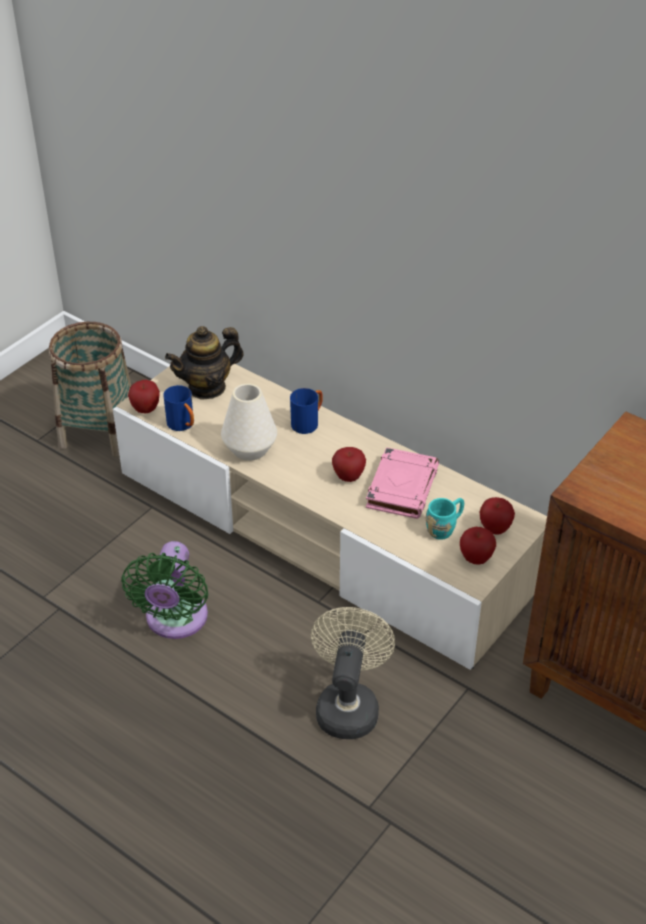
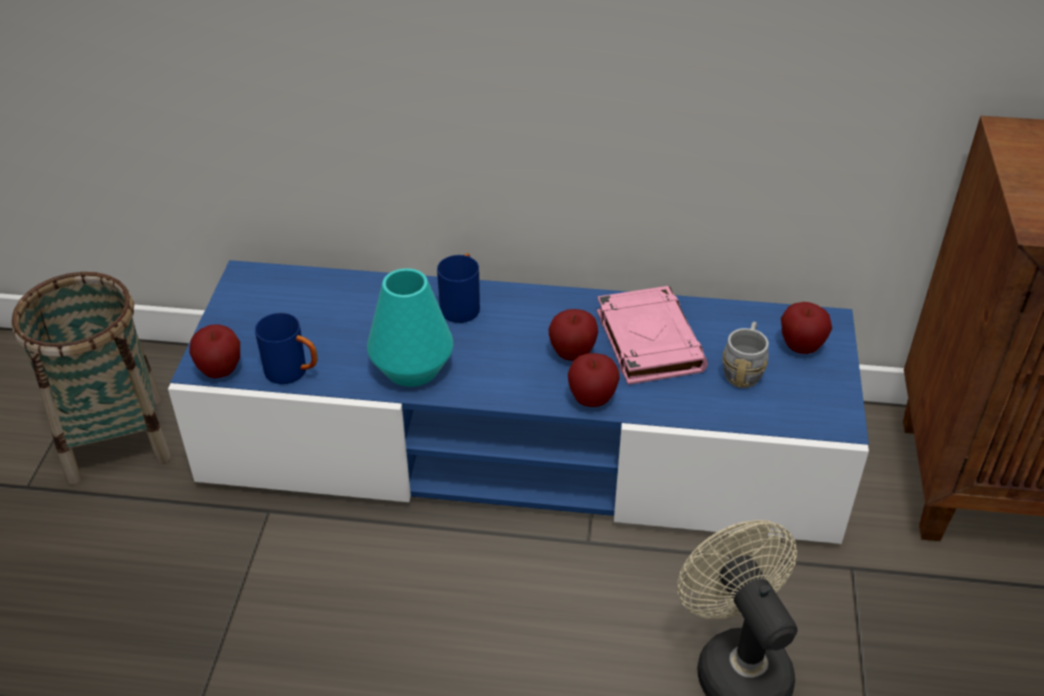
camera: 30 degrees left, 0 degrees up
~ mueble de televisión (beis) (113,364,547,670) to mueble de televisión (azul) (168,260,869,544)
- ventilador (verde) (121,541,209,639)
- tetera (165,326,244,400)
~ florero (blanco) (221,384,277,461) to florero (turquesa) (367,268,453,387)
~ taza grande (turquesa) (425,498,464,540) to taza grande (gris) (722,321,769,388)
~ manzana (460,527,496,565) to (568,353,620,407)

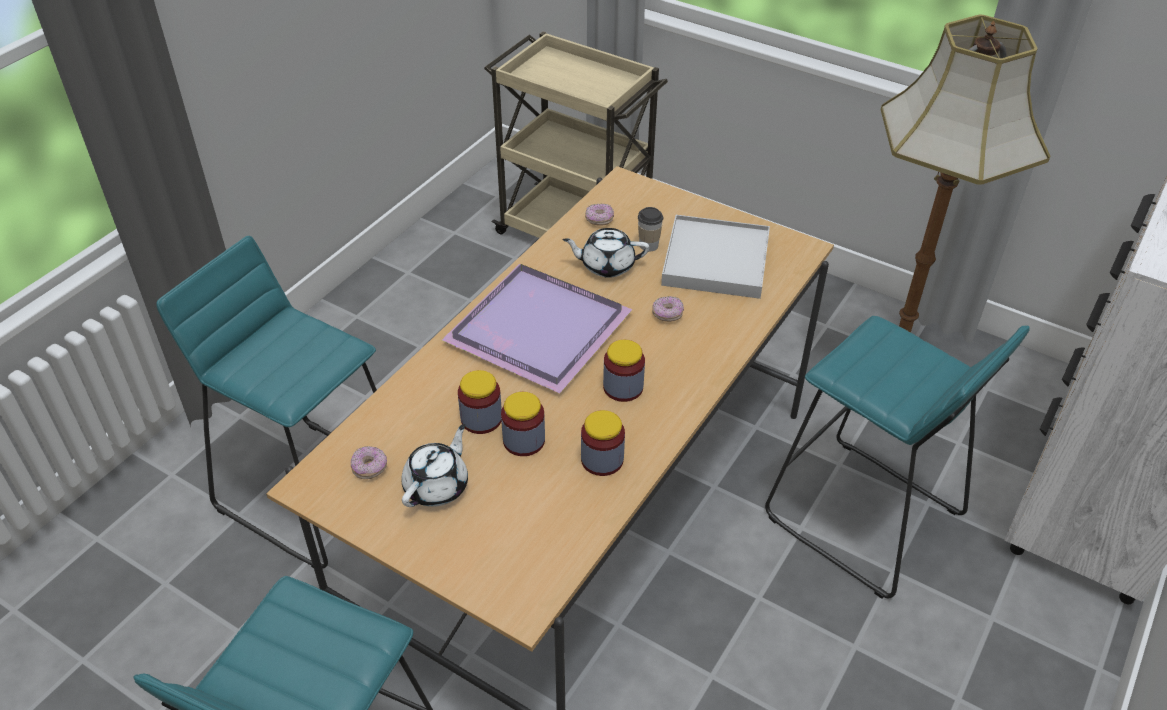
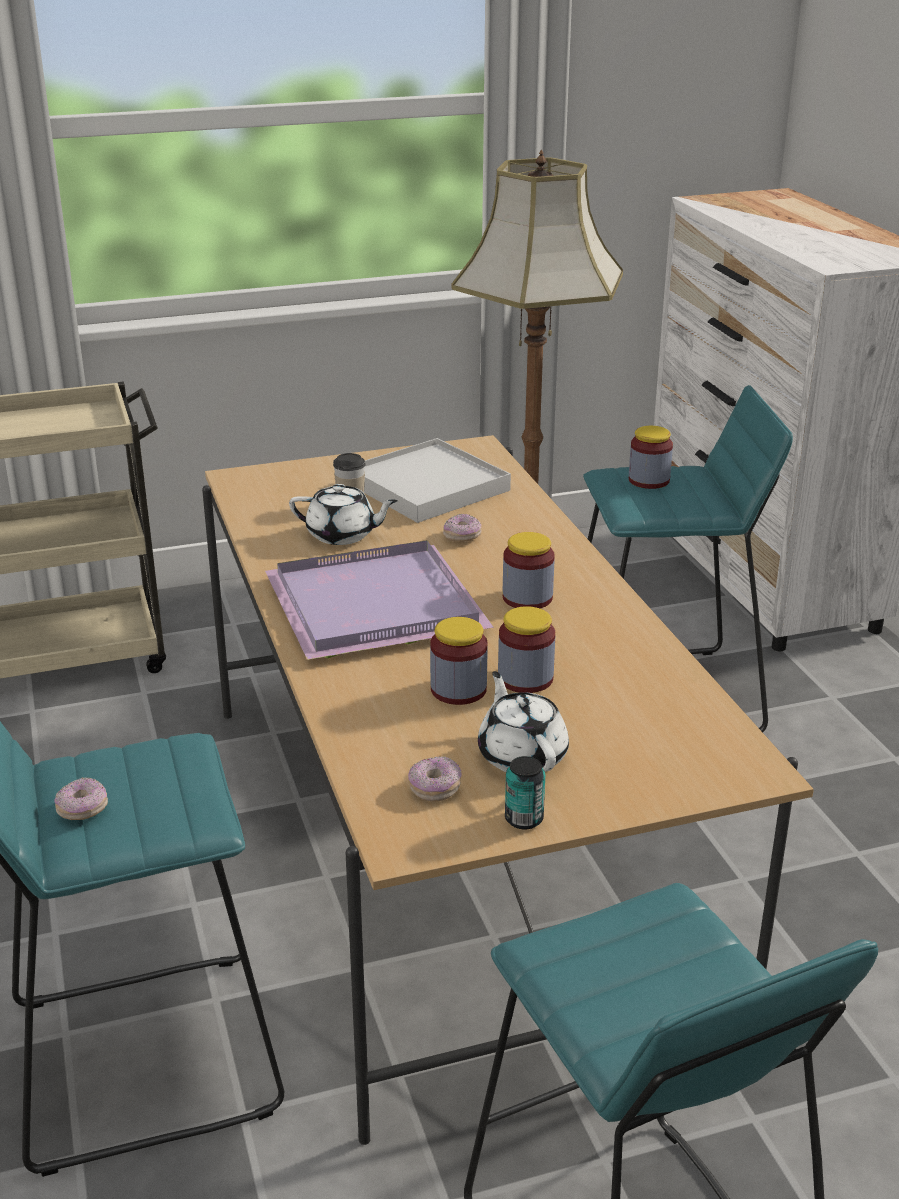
camera: 50 degrees left, 15 degrees down
~ tetera (blanco) (563,228,649,278) = (289,484,398,545) 120 degrees counterclockwise
~ tarro (581,410,625,476) to (629,426,673,489)
~ rosquilla (585,204,614,226) to (54,777,108,820)
+ lata (505,756,545,830)

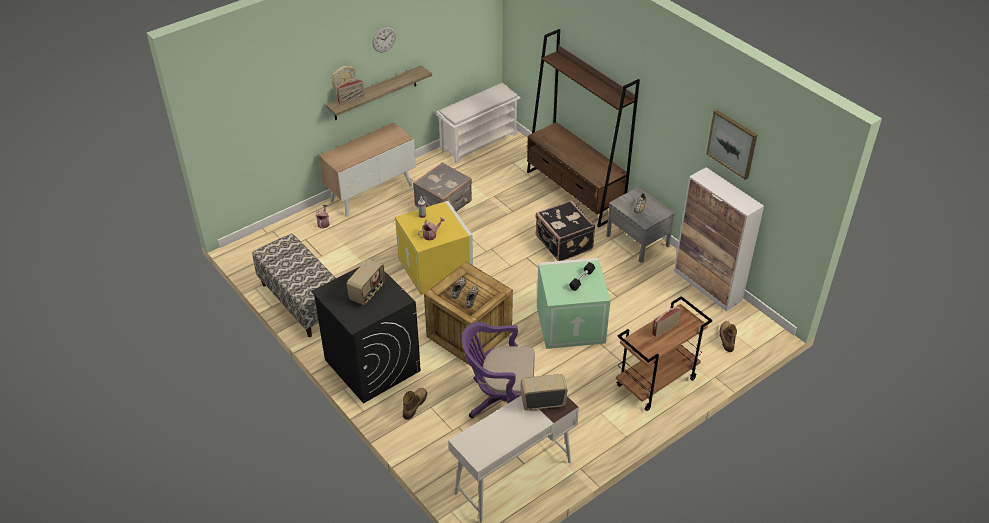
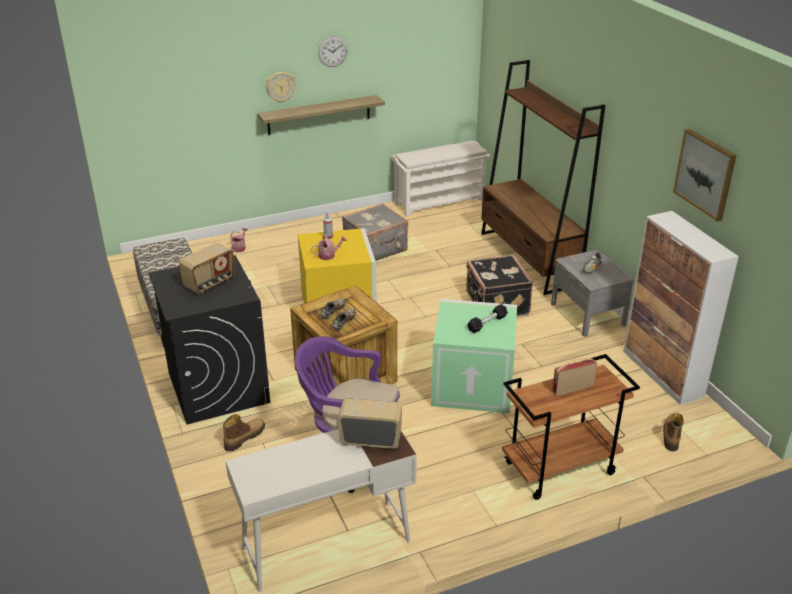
camera: 15 degrees right, 10 degrees down
- armario (319,122,416,217)
- radio (337,79,365,105)

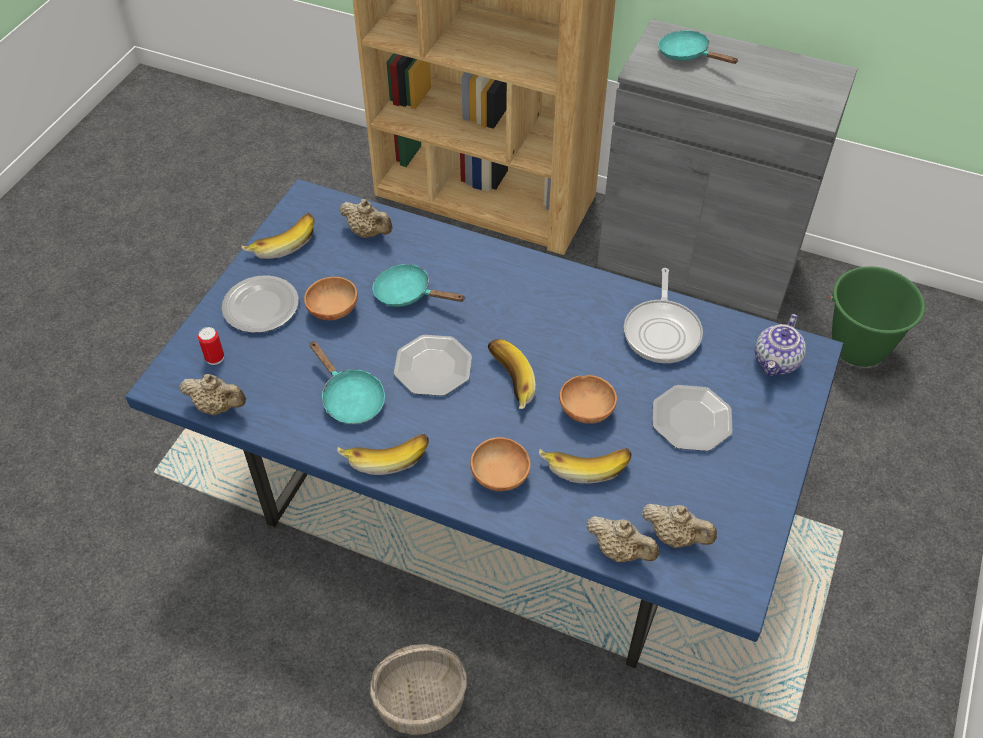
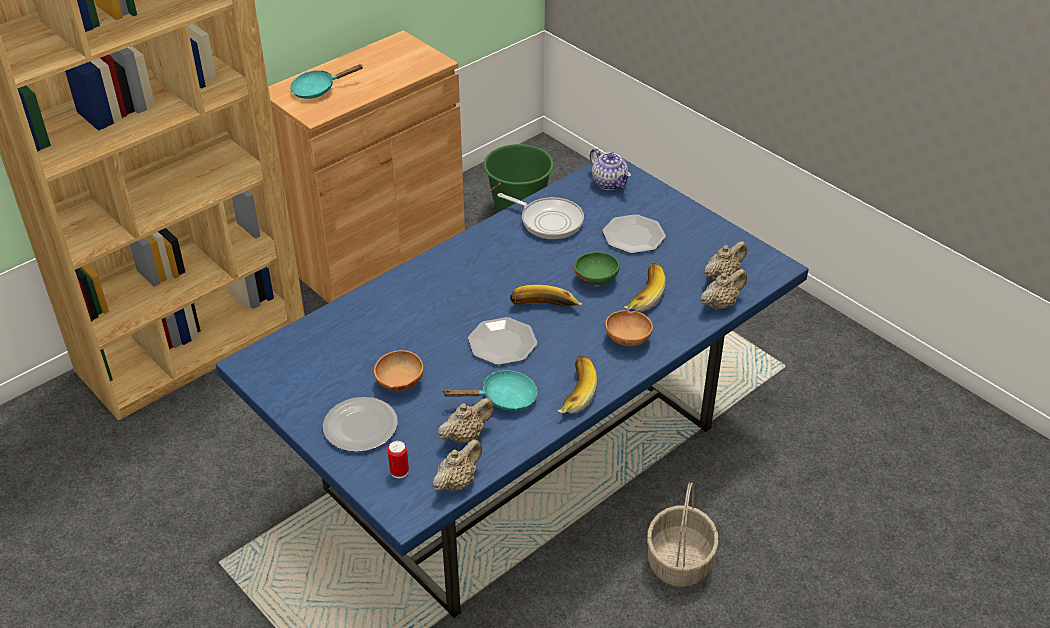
camera: 65 degrees left, 10 degrees down
- plátano (241,213,315,259)
~ tetera (beis) (339,199,393,238) to (438,398,494,444)
- sartén (turquesa) (373,264,465,307)
~ cuenco (marrón) (559,375,617,424) to cuenco (verde) (574,252,620,286)
~ armario (gris) (597,19,858,320) to armario (marrón) (268,30,465,303)

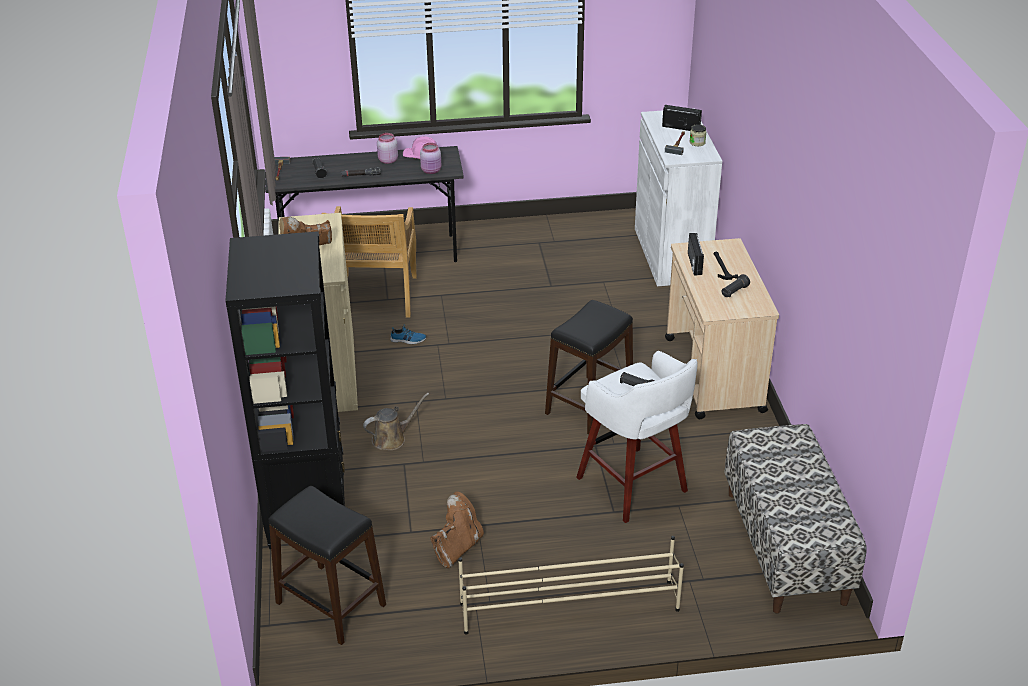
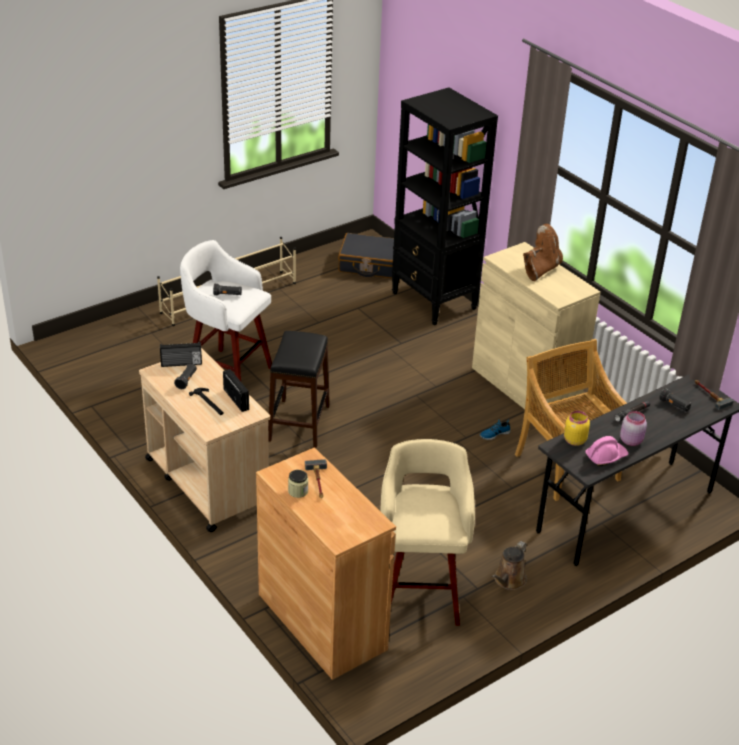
camera: 150 degrees right, 0 degrees up
~ taburete (negro) (269,486,386,645) to maleta (negro) (338,233,394,278)
~ regadera (marrón) (363,393,429,450) to (491,541,527,590)
~ tarro (rosa) (420,143,442,174) to tarro (amarillo) (564,411,590,446)
- bota (marrón) (430,492,484,568)
~ armario (blanco) (635,108,722,286) to armario (marrón) (256,447,396,680)
~ radio (662,105,702,131) to (160,342,202,367)
- banco (724,424,867,613)
+ taburete (beis) (380,439,475,626)

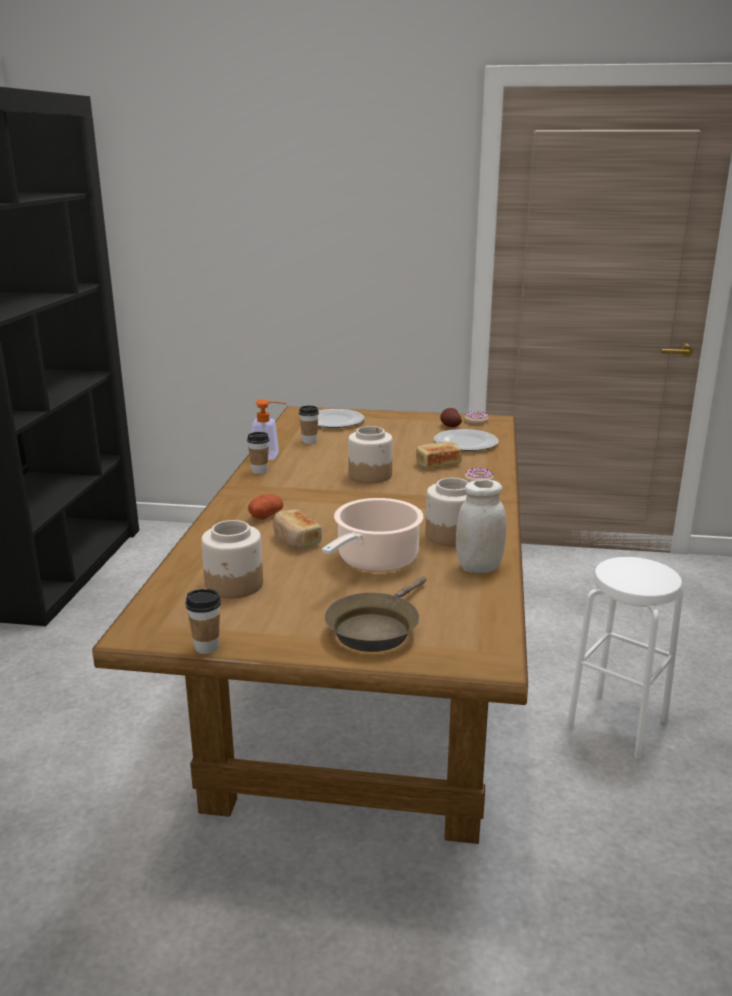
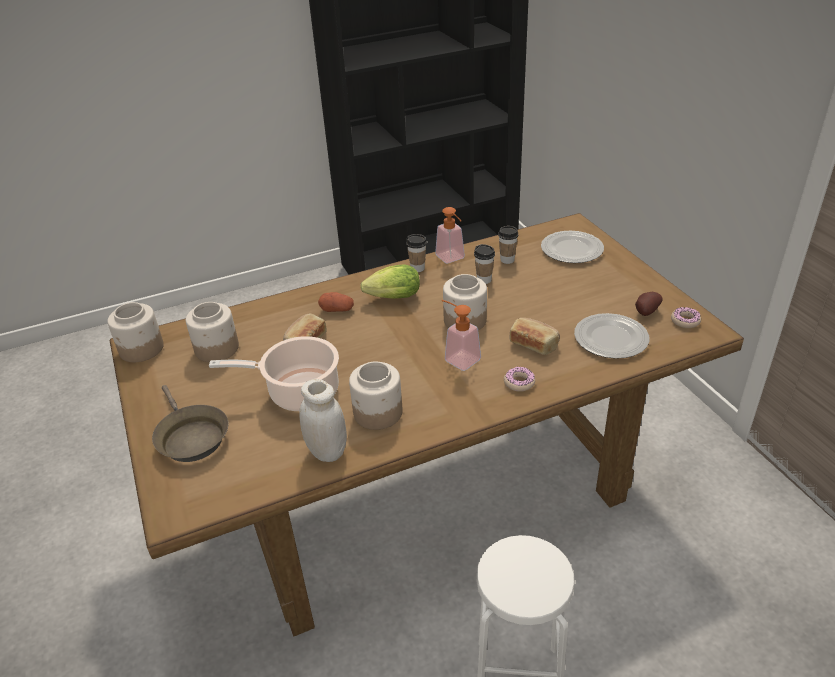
camera: 60 degrees right, 15 degrees up
~ taza (186,589,221,654) to (474,244,495,284)
~ sartén (marrón) (325,576,427,652) = (152,385,229,462) 120 degrees counterclockwise
+ tarro (107,302,164,362)
+ lechuga (360,265,420,299)
+ dispensador de jabón (442,300,481,371)

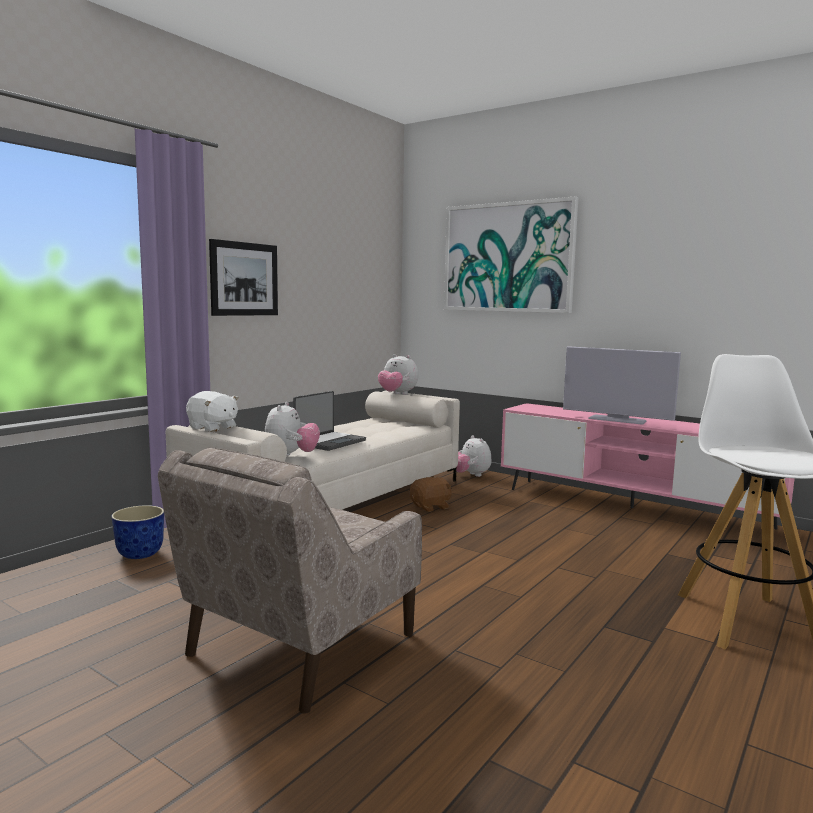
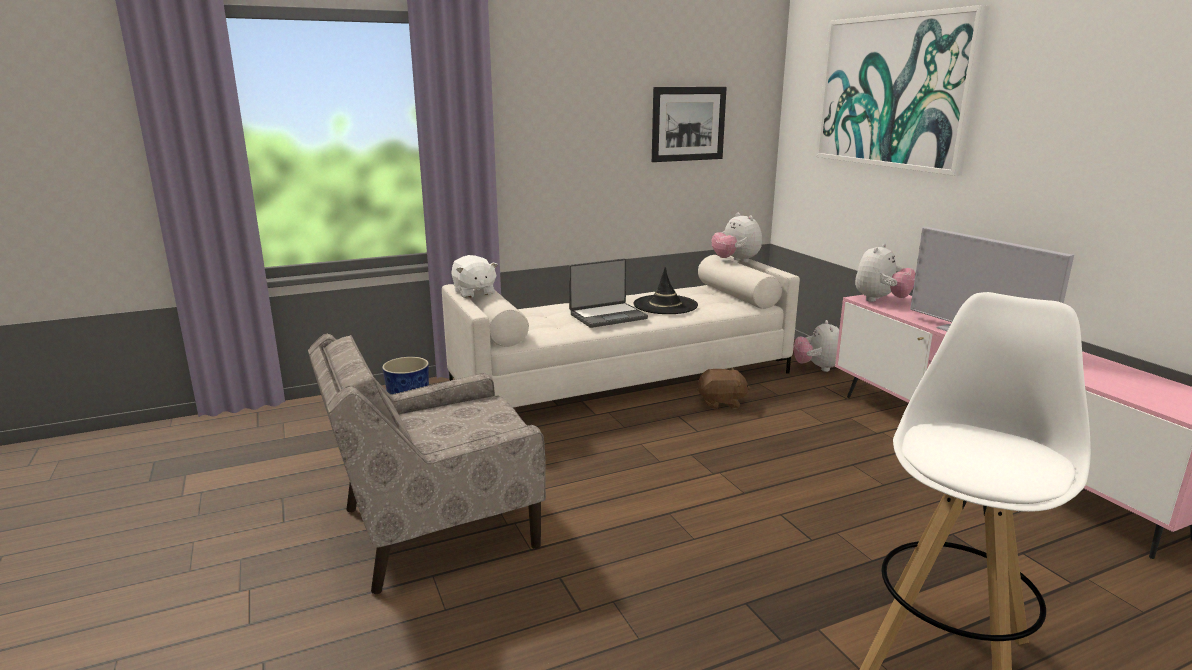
camera: 30 degrees right, 10 degrees up
~ cuadro (209,239,278,316) to (652,87,727,162)
~ peluche (265,402,320,456) to (855,243,916,302)
+ sombrero (negro) (633,267,698,314)

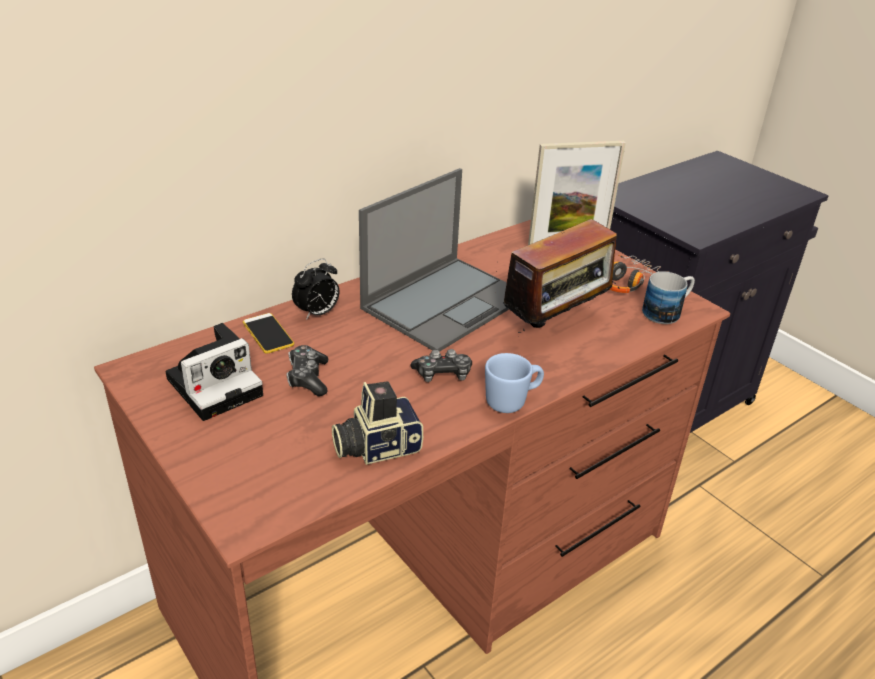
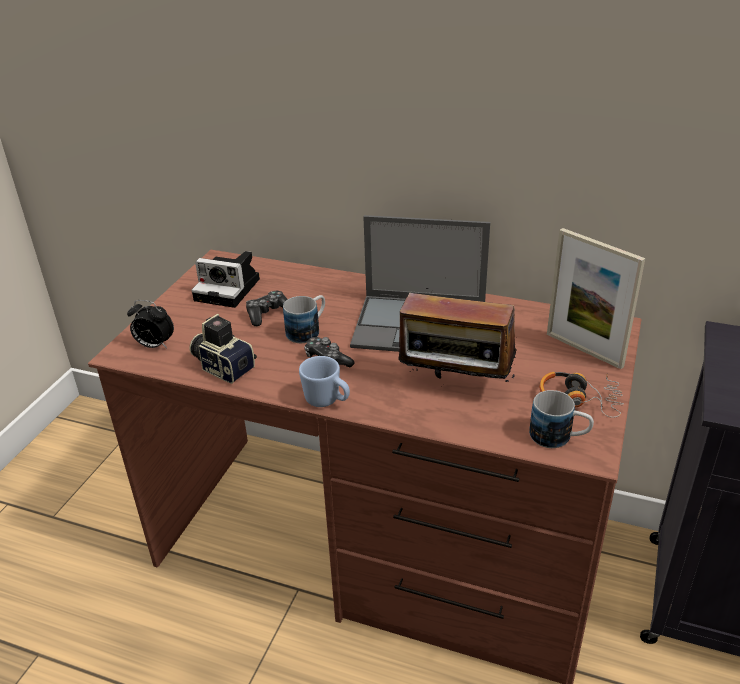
camera: 60 degrees right, 0 degrees up
- móvil (243,313,294,354)
~ despertador (292,259,340,320) to (127,300,174,348)
+ taza grande (283,295,325,343)

